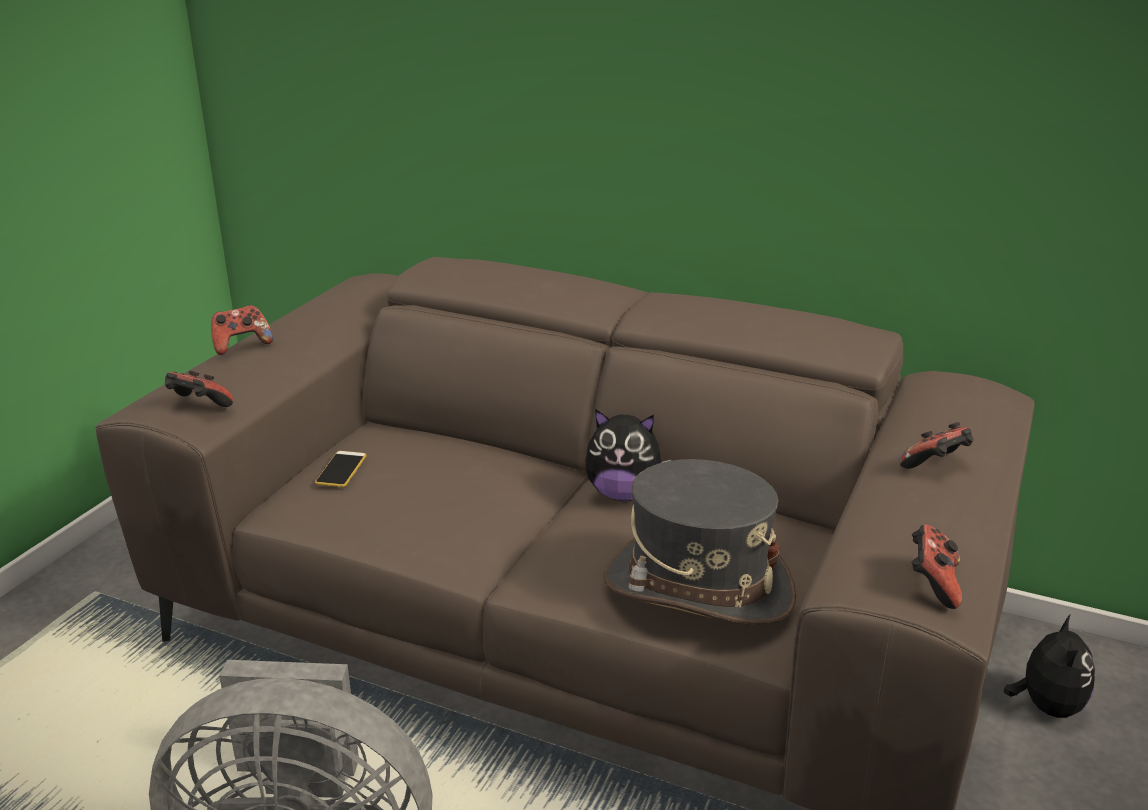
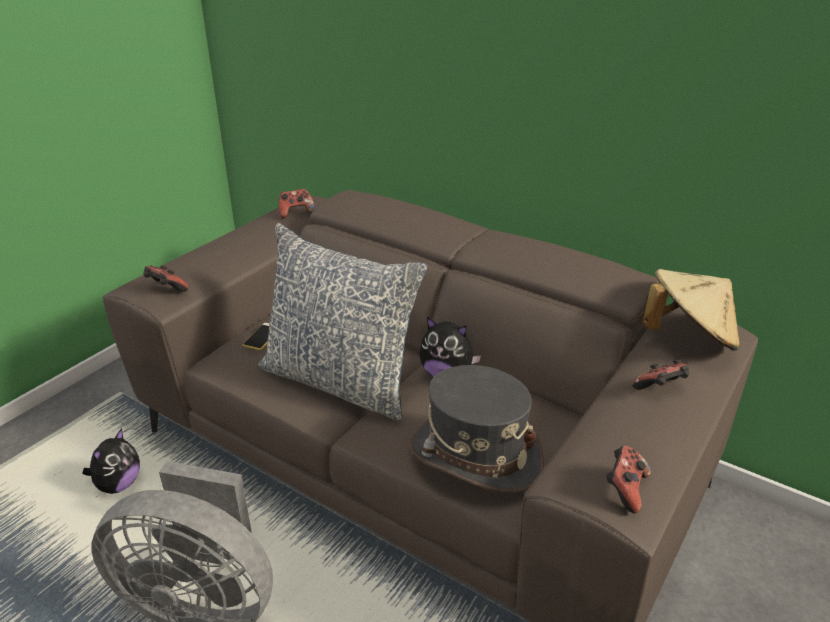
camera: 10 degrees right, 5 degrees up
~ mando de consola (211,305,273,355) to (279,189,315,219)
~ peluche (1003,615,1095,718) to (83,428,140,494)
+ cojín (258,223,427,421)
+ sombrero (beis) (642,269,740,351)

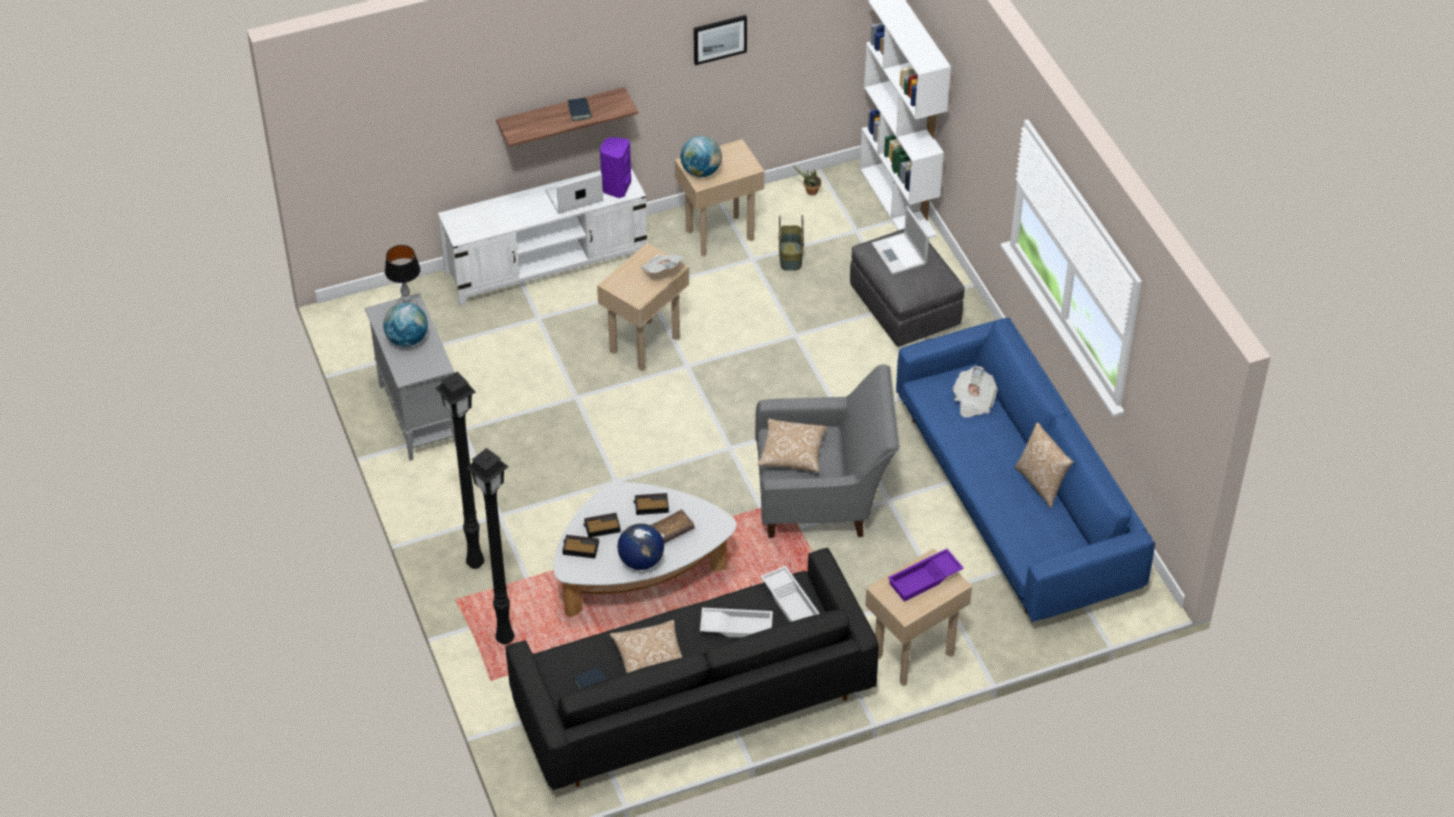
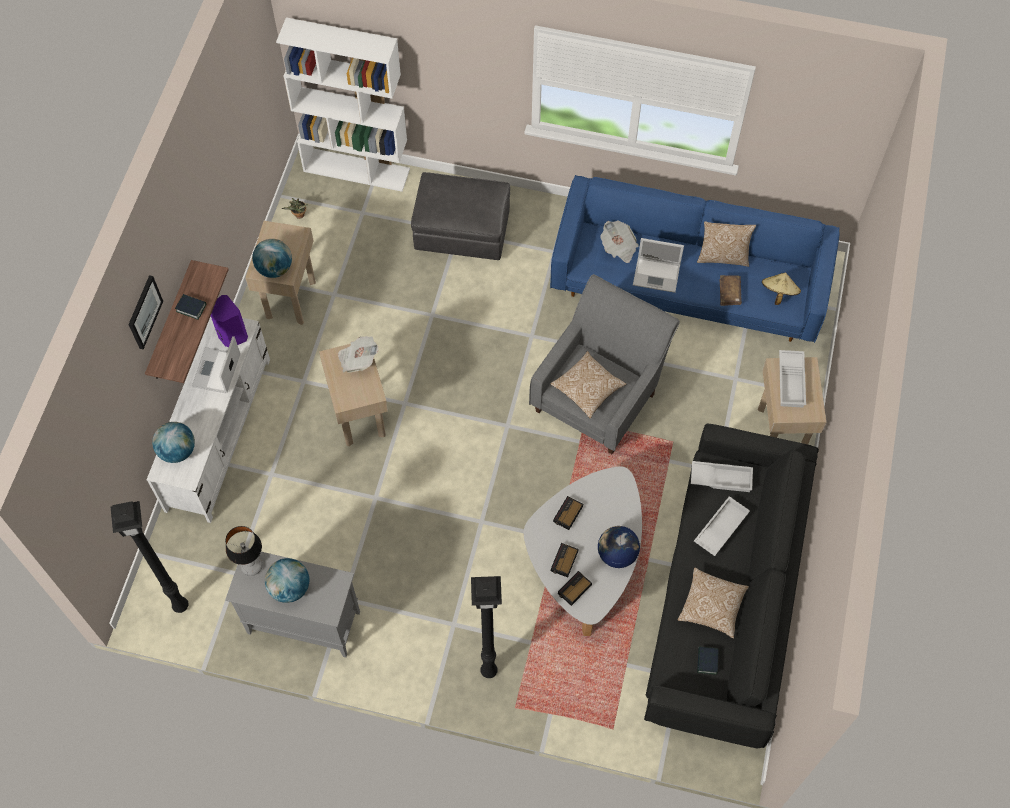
camera: 55 degrees left, 15 degrees up
~ lámpara de pie (negro) (466,448,514,644) to (111,501,189,613)
~ libro (marrón) (651,509,695,544) to (720,275,742,306)
~ cuadro (694,15,747,65) to (128,275,163,349)
- cesta (778,215,804,271)
~ portátil (872,206,929,275) to (633,238,684,293)
~ bandeja (morado) (888,549,964,602) to bandeja (blanco) (779,350,806,407)
+ globo terráqueo (152,422,195,463)
+ sombrero (beis) (762,272,801,305)

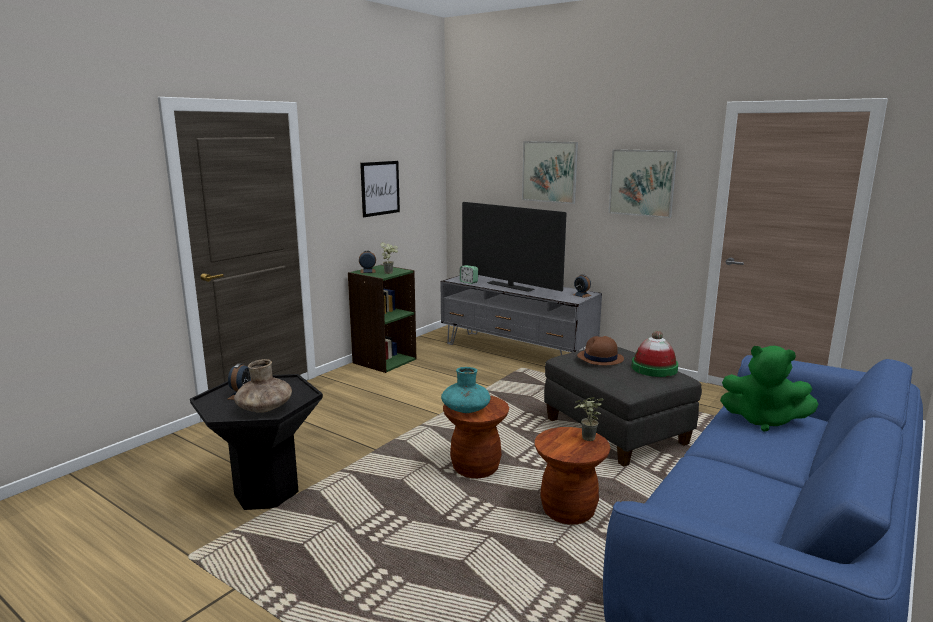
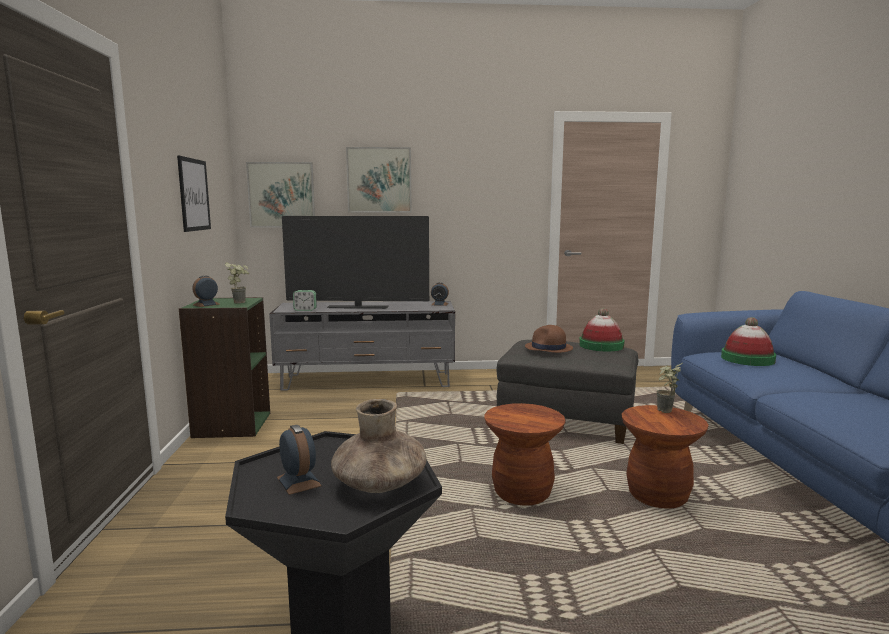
camera: 40 degrees left, 5 degrees down
- florero (turquesa) (441,367,491,413)
~ cuadro (609,149,677,218) to (246,162,315,228)
~ peluche (verde) (720,346,819,432) to sombrero (721,317,776,366)

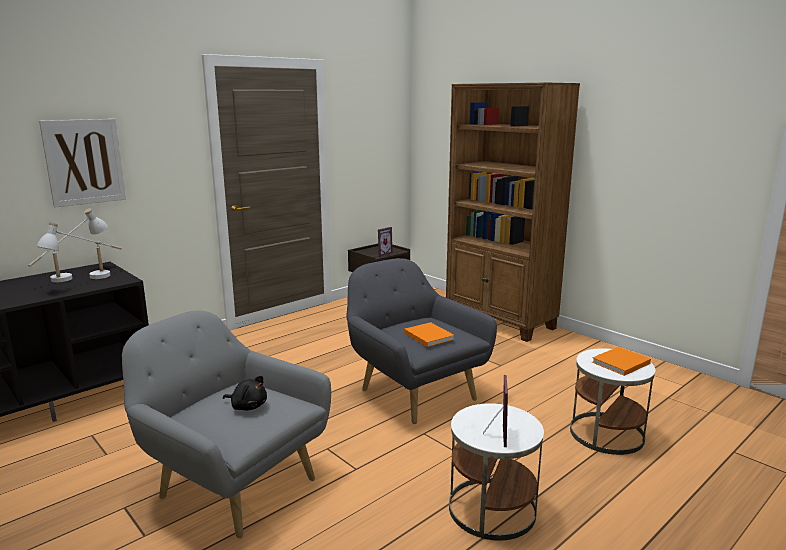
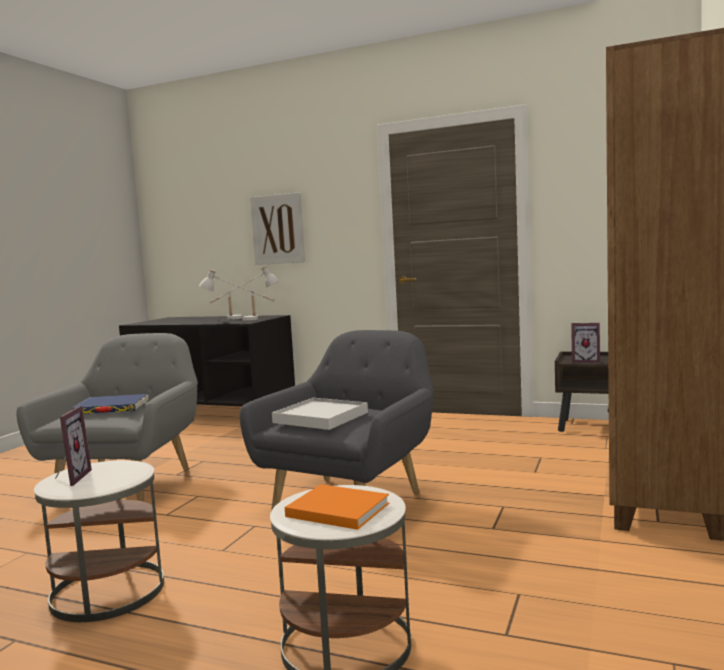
camera: 65 degrees right, 10 degrees down
~ peluche (negro) (223,376,267,410) to libro (azul) (72,394,149,414)
~ libro (naranja) (404,322,455,347) to bandeja (blanco) (272,398,368,430)
~ portarretratos (483,375,508,447) = (55,406,92,486) 75 degrees counterclockwise

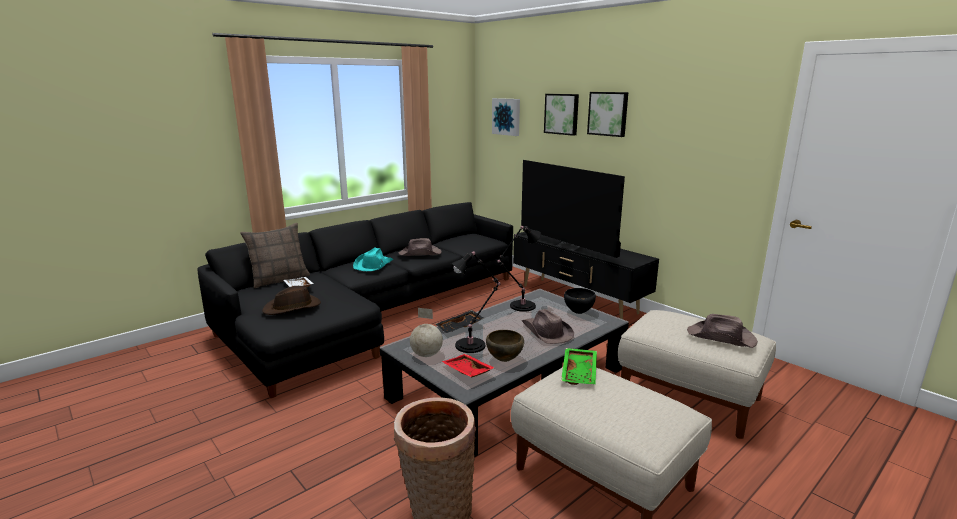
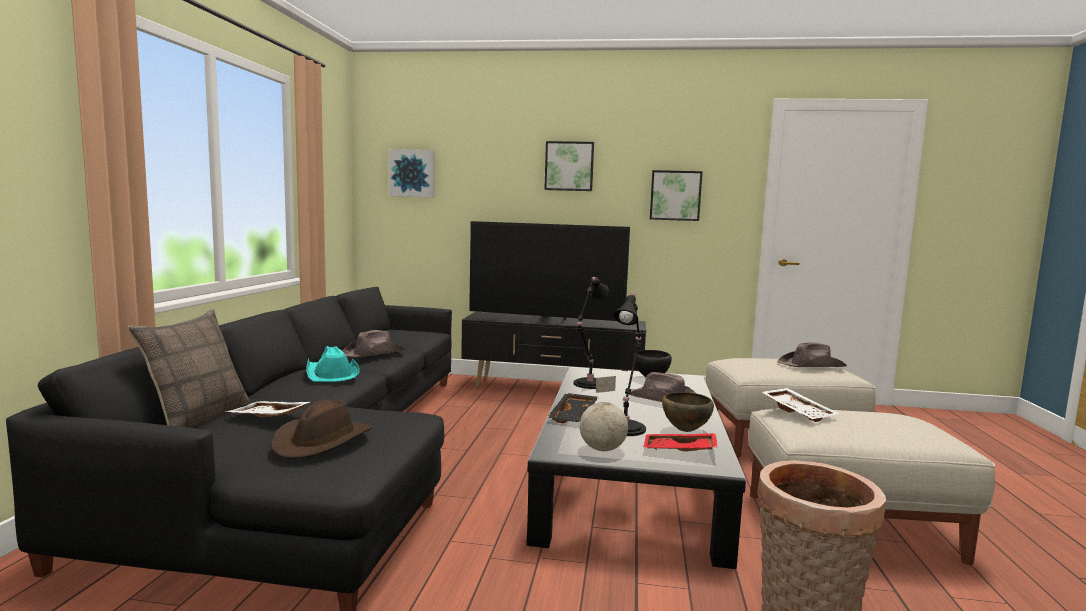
camera: 40 degrees left, 10 degrees down
~ cuadro (544,94,579,136) to (650,170,703,221)
~ bandeja (verde) (561,348,597,385) to bandeja (blanco) (762,388,839,422)

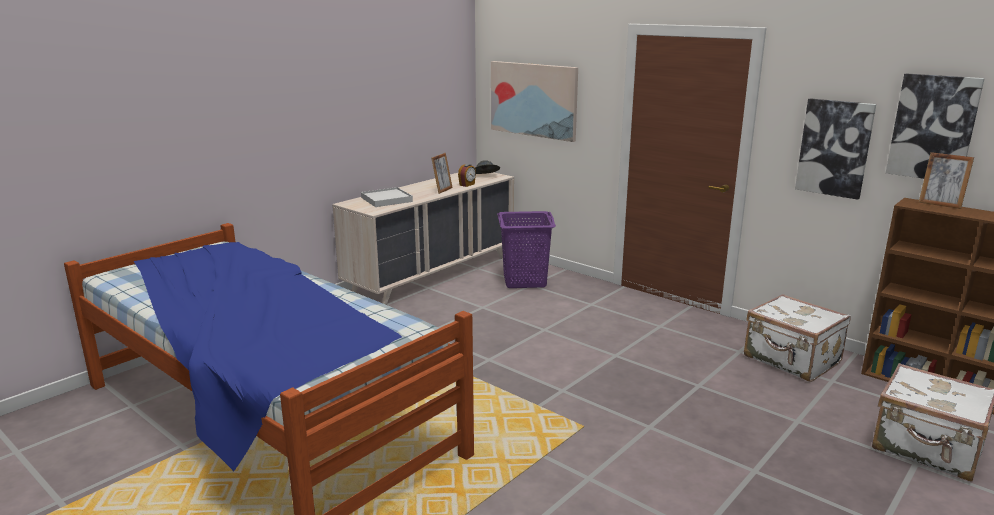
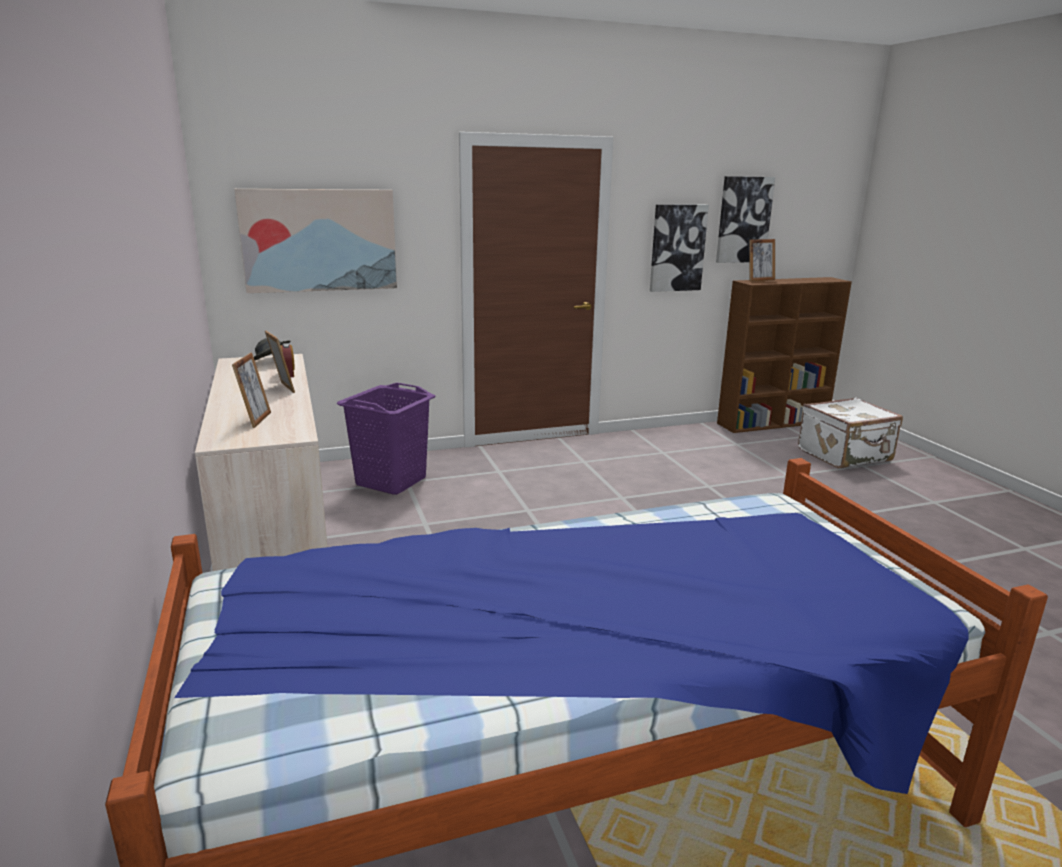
camera: 60 degrees left, 0 degrees up
~ bandeja (blanco) (361,187,413,207) to portarretratos (232,352,271,428)
- maleta (blanco) (744,294,851,382)

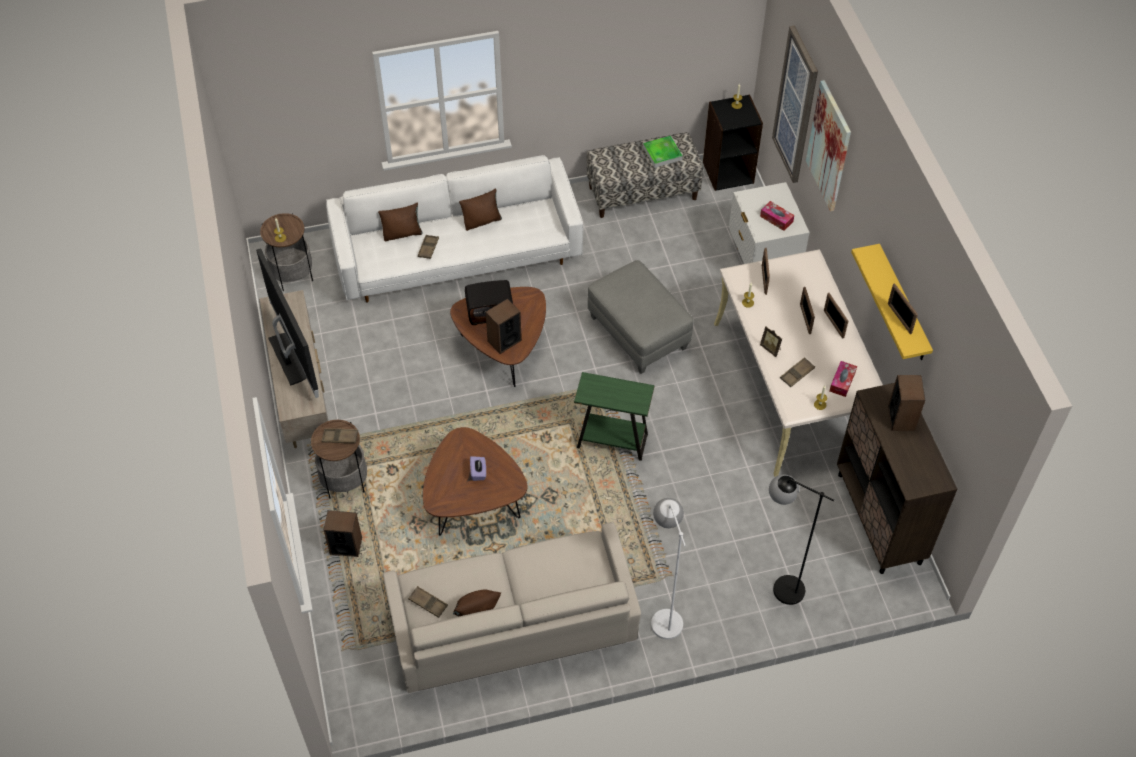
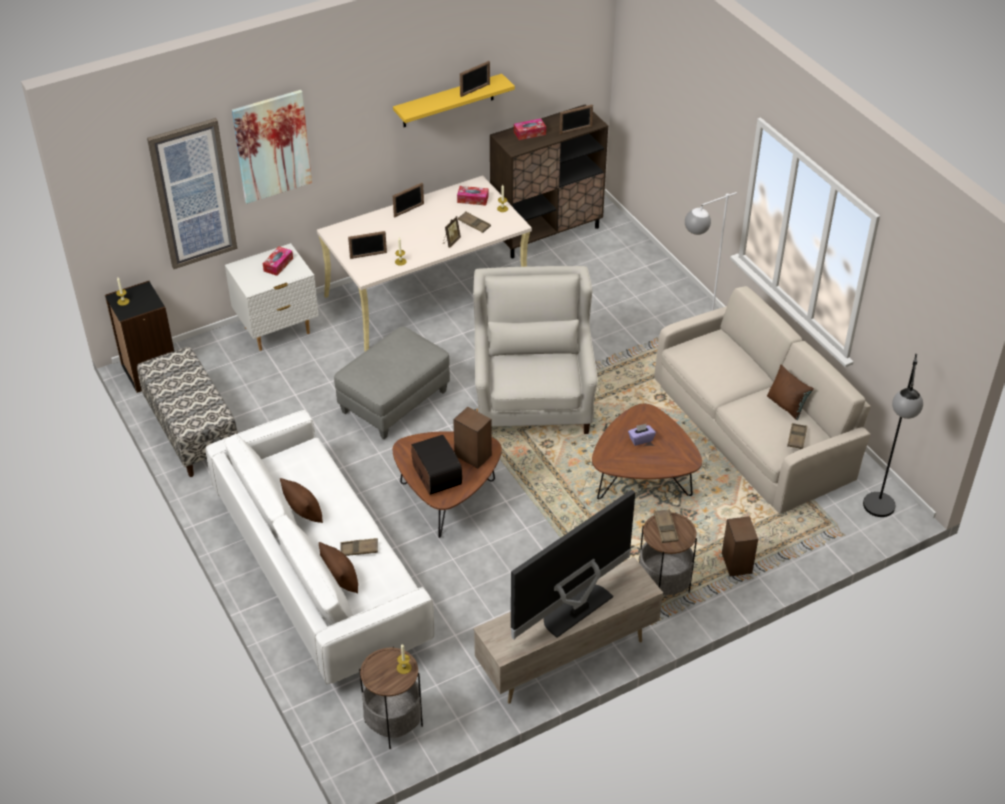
camera: 105 degrees left, 10 degrees down
~ mesa auxiliar (verde) (574,372,655,461) to sillón (blanco) (473,266,598,434)
- bandeja (643,136,683,168)
~ lámpara de pie (negro) (769,475,834,605) to (863,354,923,517)
~ portarretratos (800,287,815,334) to (559,104,593,135)
~ altavoz (888,375,925,431) to caja de pañuelos (514,118,546,140)

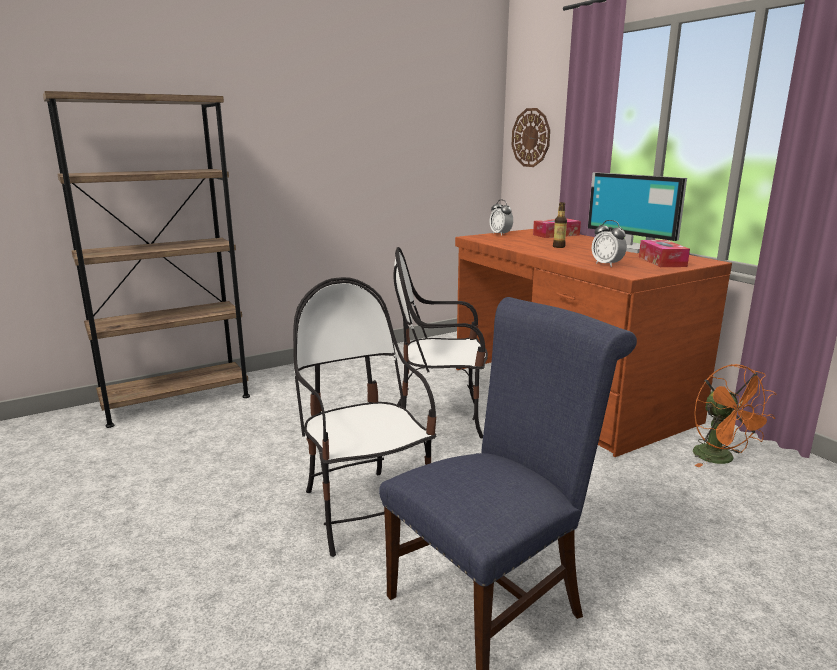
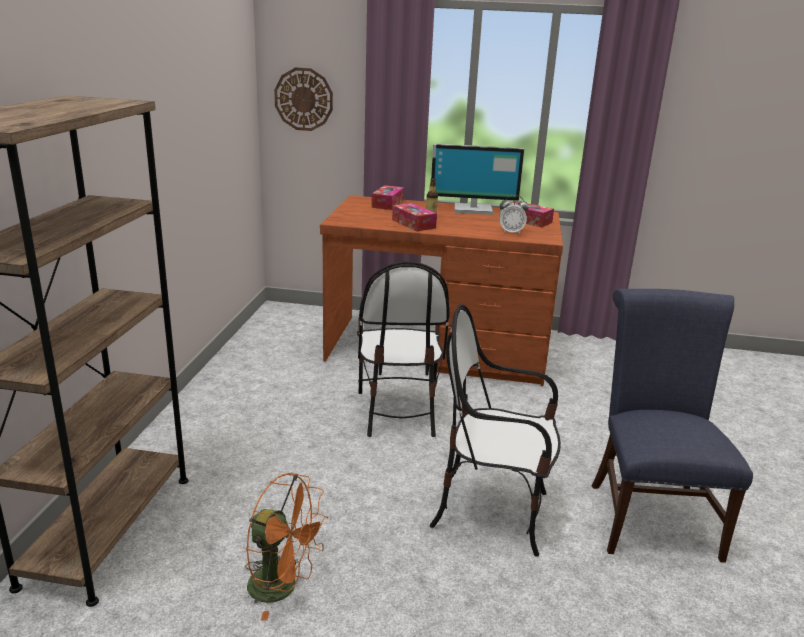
camera: 50 degrees left, 5 degrees up
~ silla (393,247,488,439) = (357,261,449,437) 45 degrees counterclockwise
- despertador (490,200,513,236)
~ ventilador (naranja) (693,364,777,467) to (245,473,328,621)
+ caja de pañuelos (392,203,437,231)

